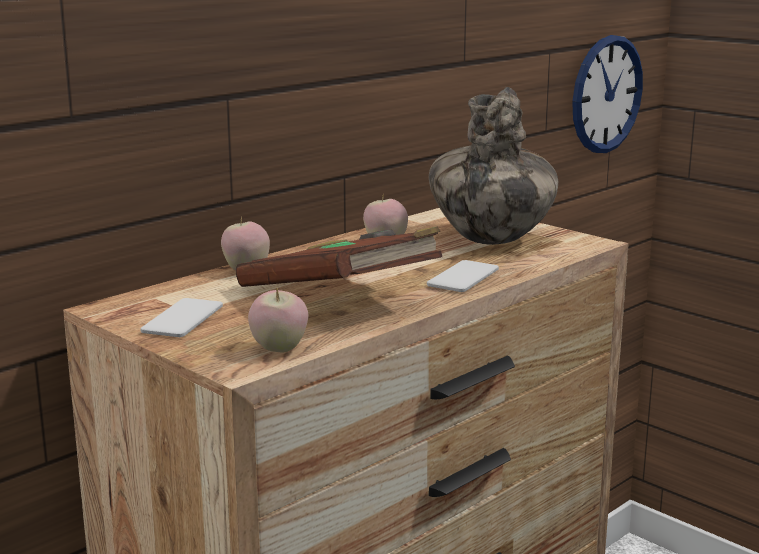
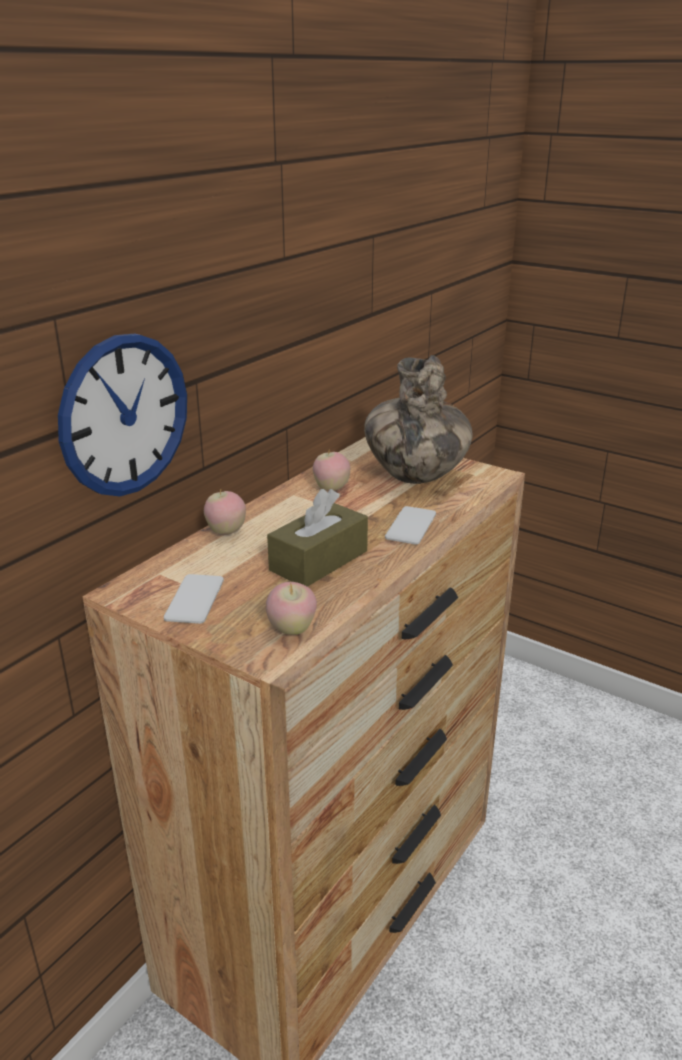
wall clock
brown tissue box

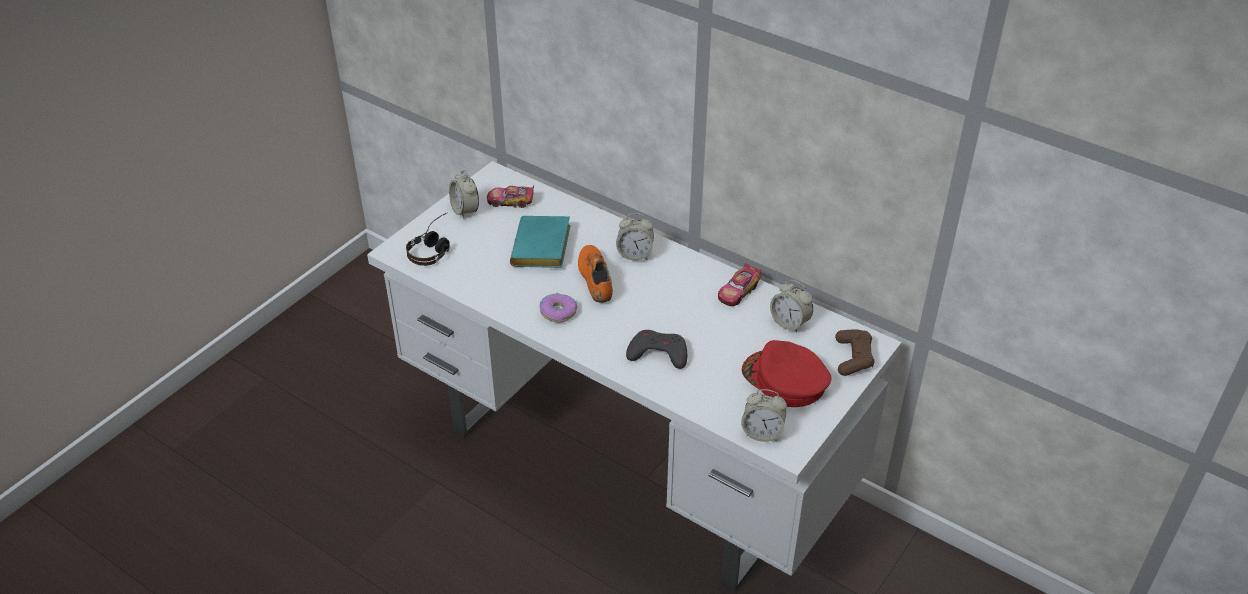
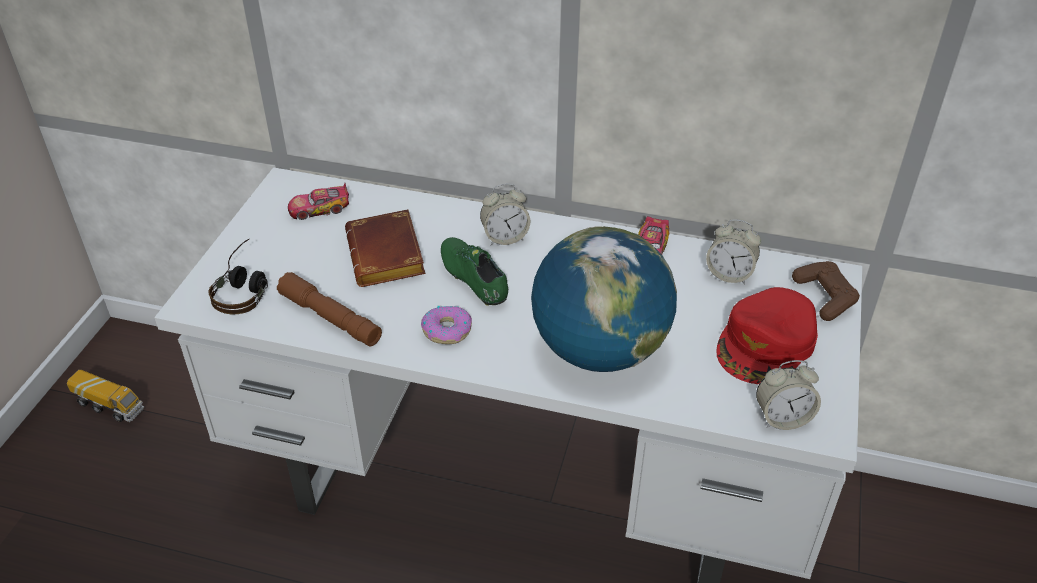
toy truck
brown flashlight
brown book
green shoe
globe
red cap
alarm clock (no. 1 from left in the first image)

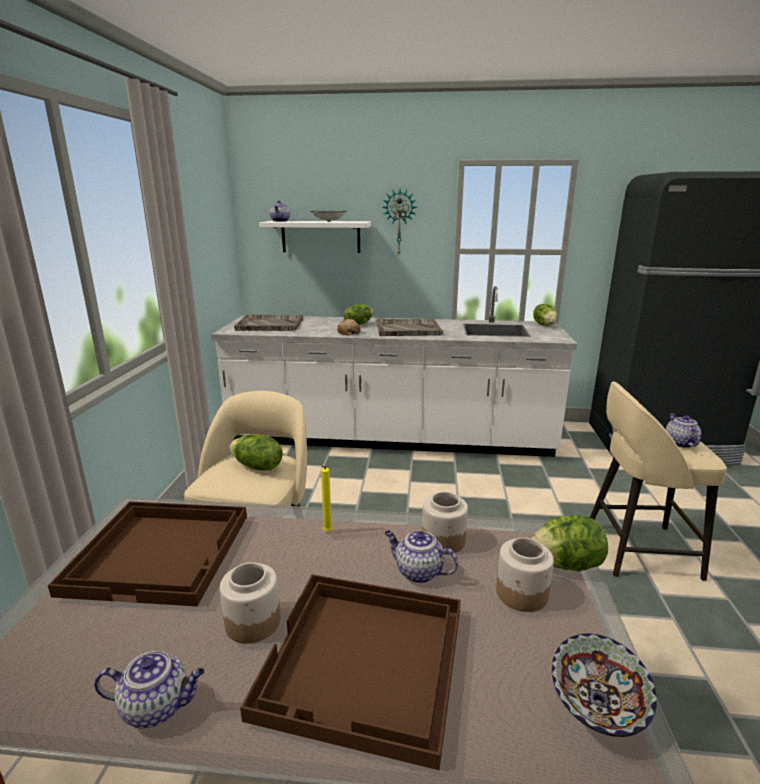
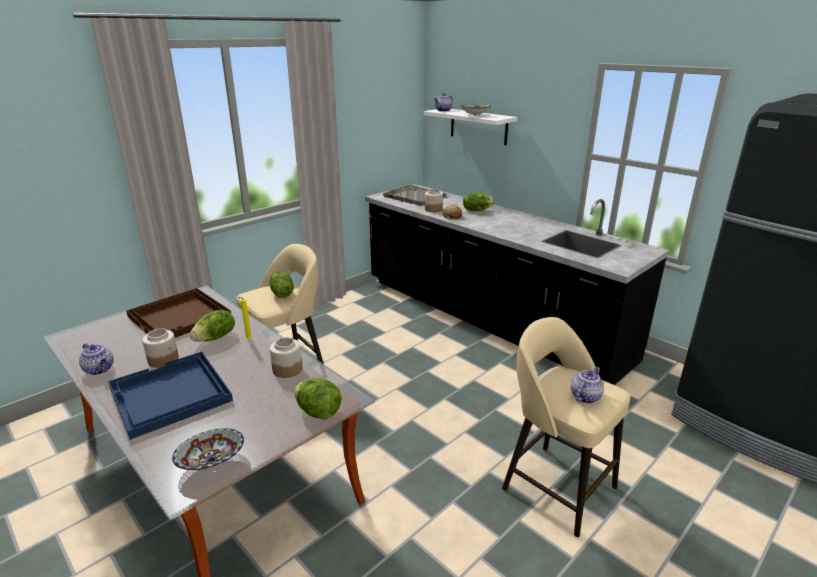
blue tray
lettuce (no. 1 from left)
black counter
jar (no. 3 from left)
grey tray (no. 2 from left in the first image)
wall clock
teapot (no. 3 from left in the first image)

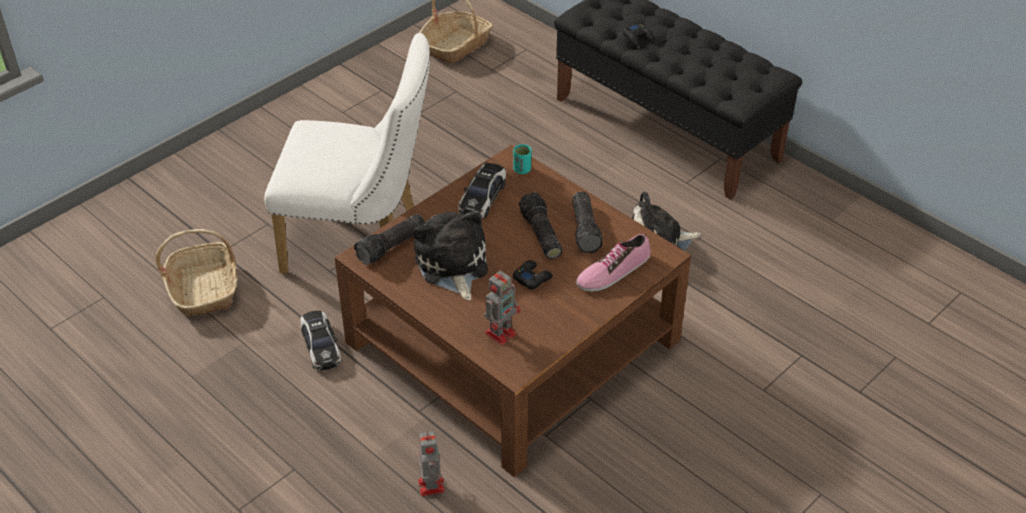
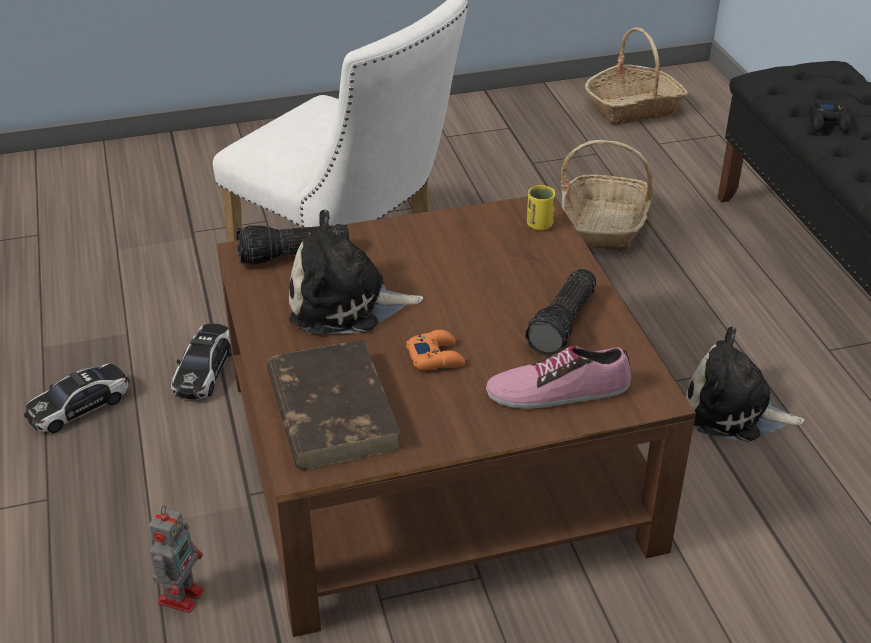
toy car (no. 1 from left)
brown book
plush toy (no. 1 from left)
orange game controller
yellow cup
basket (no. 1 from left)
flashlight (no. 2 from left in the first image)

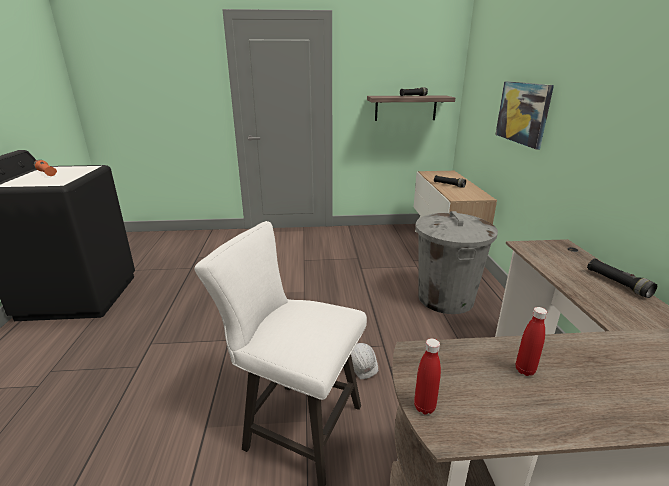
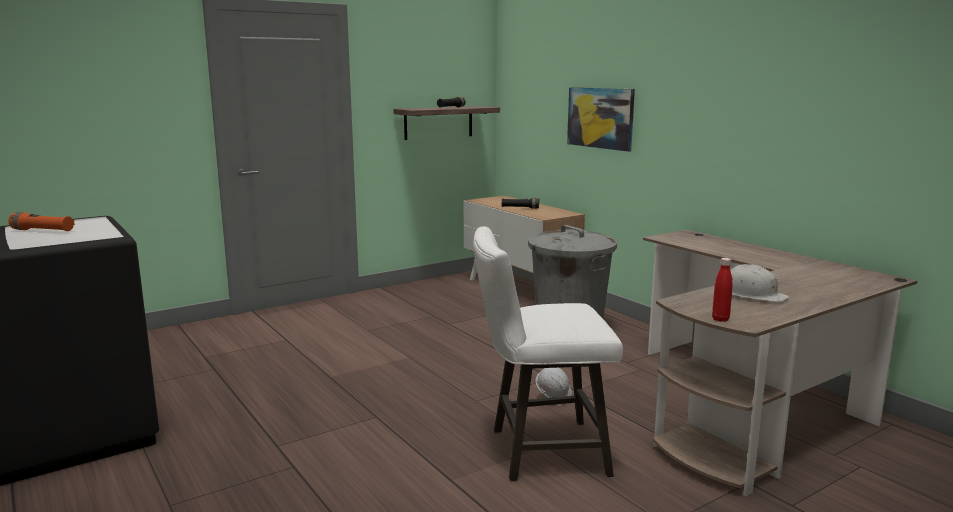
white hard hat (no. 2 from left)
black flashlight (no. 3 from left in the first image)

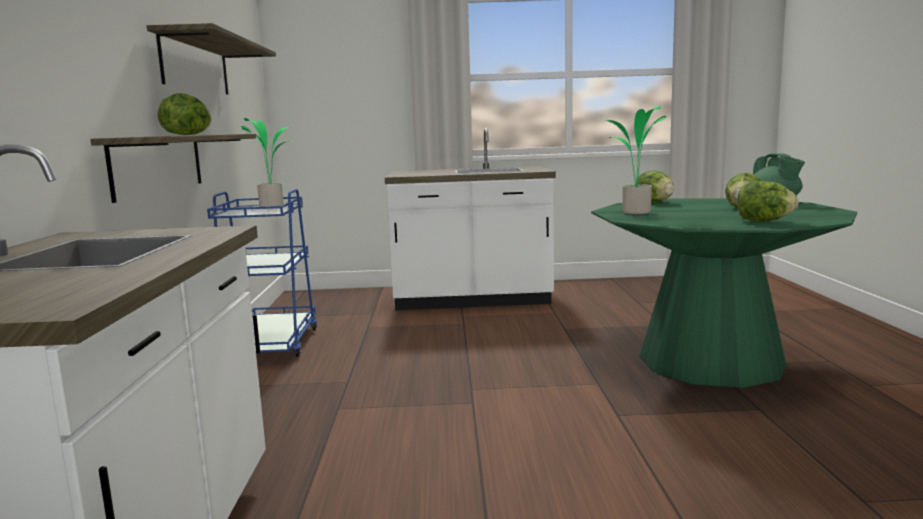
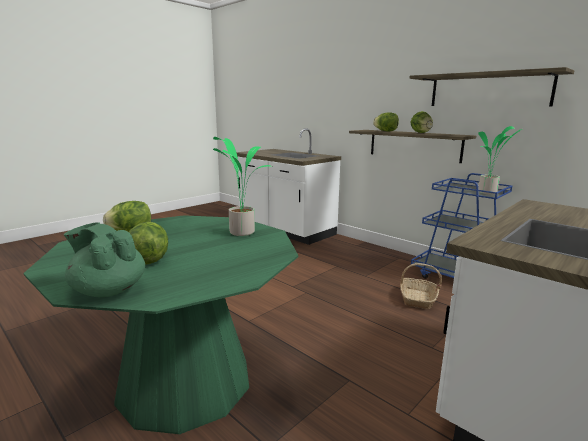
lettuce (no. 3 from left)
basket

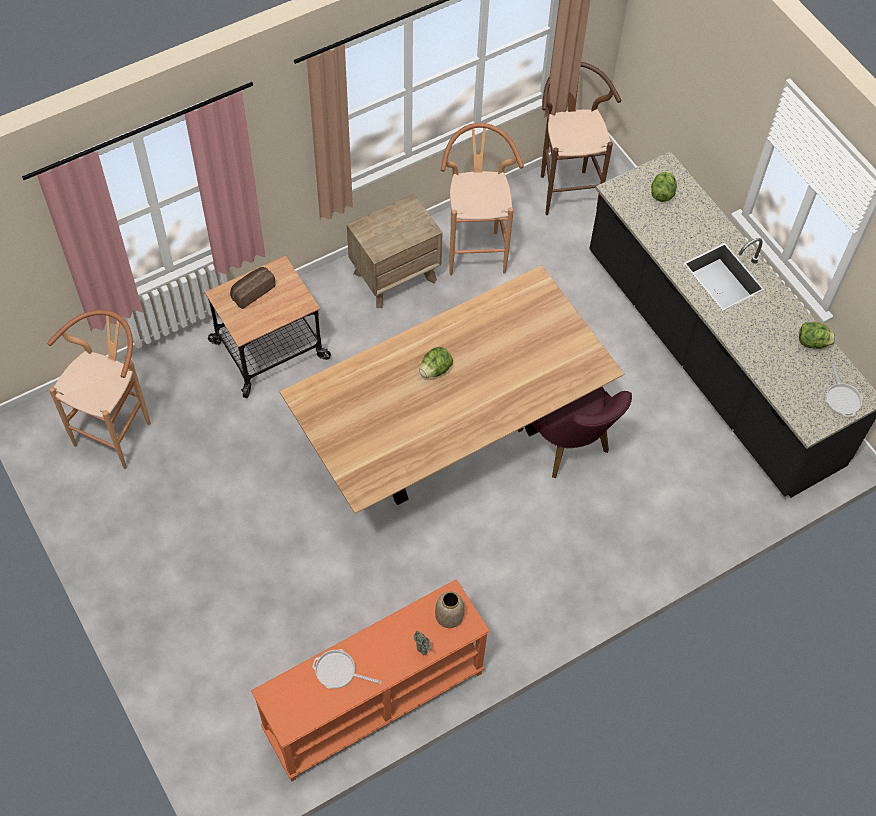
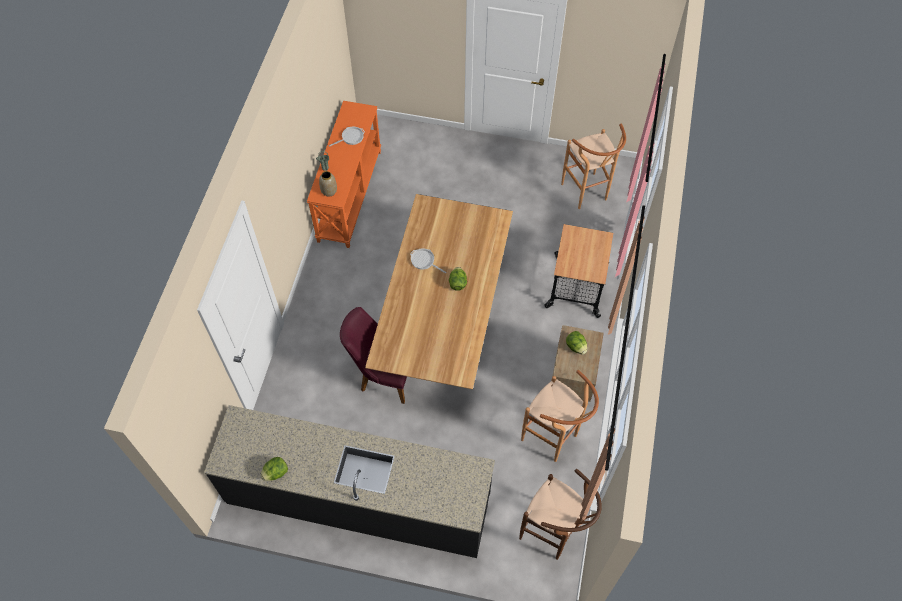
frying pan (no. 2 from left)
lettuce (no. 3 from left)
bread

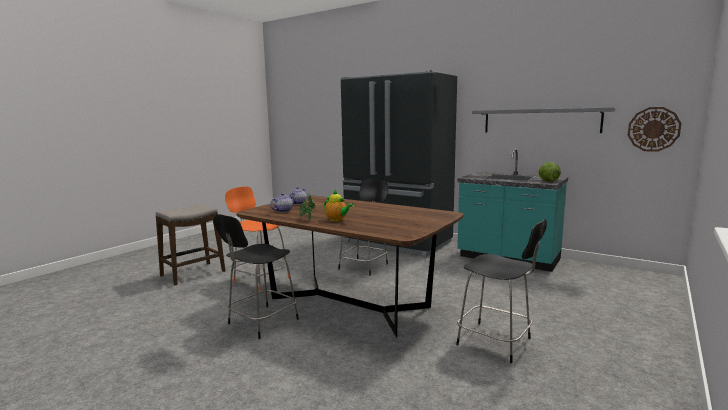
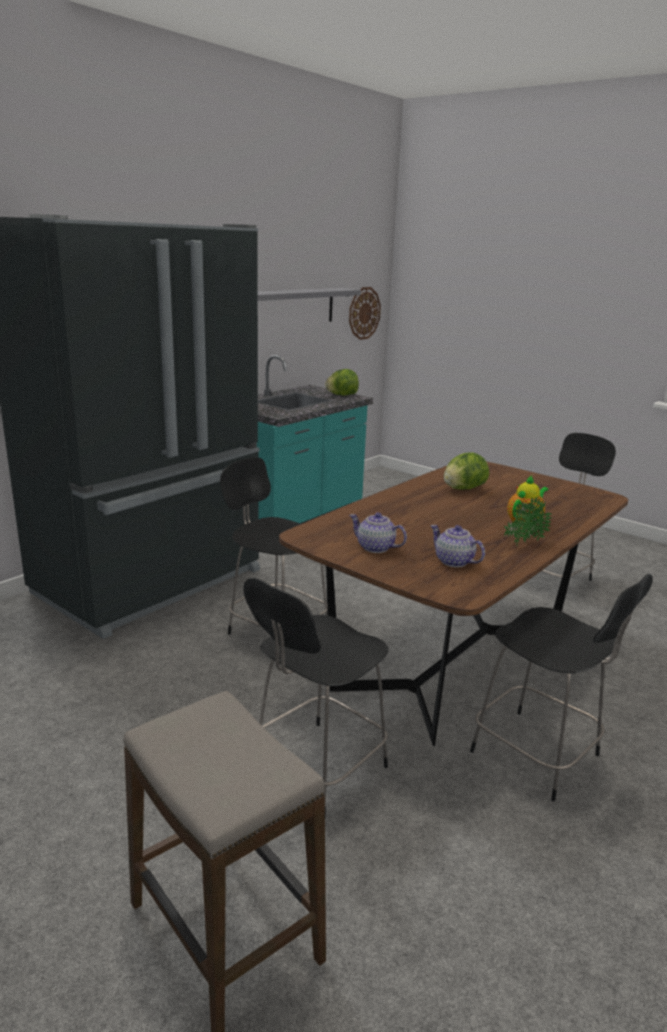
black chair (no. 2 from left)
lettuce (no. 2 from left)

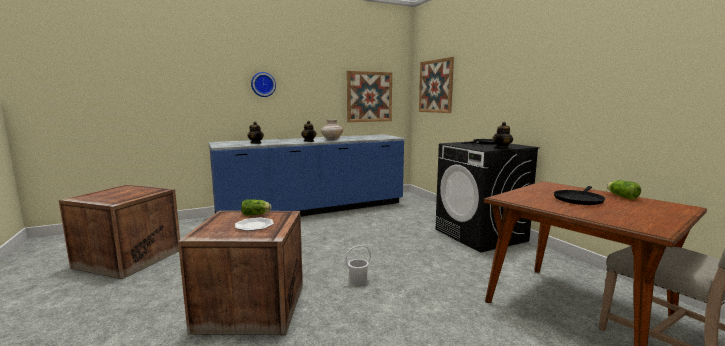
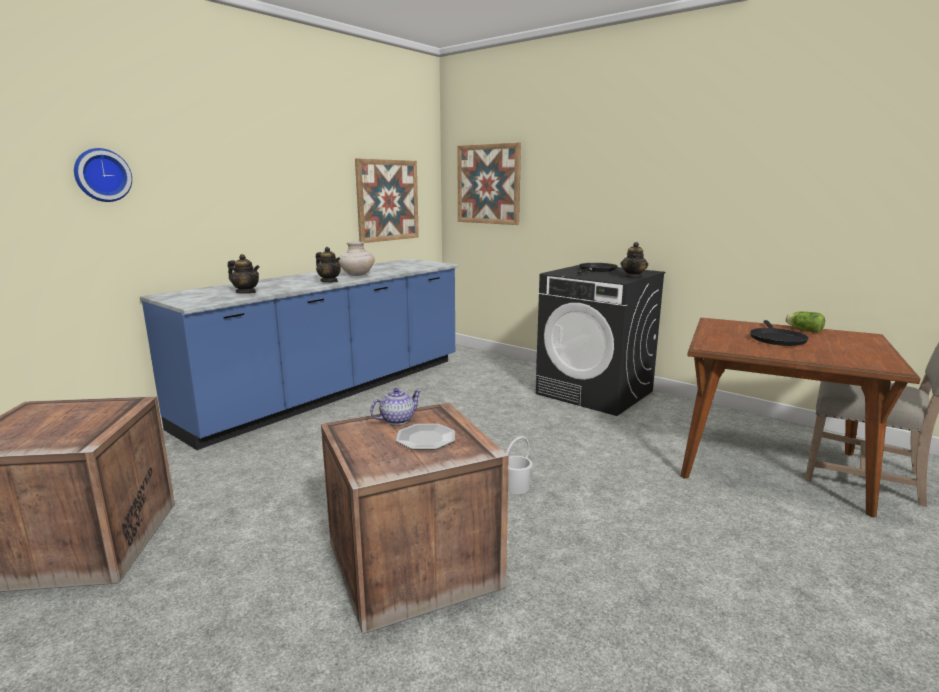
wall clock
teapot (no. 3 from left)

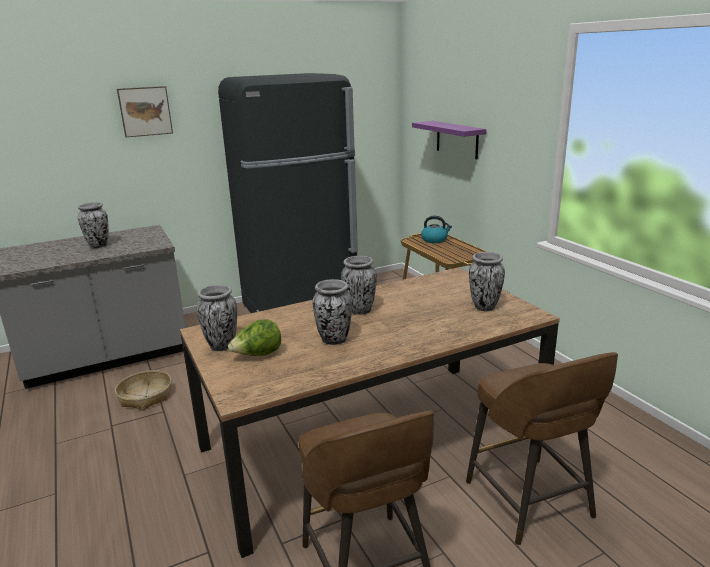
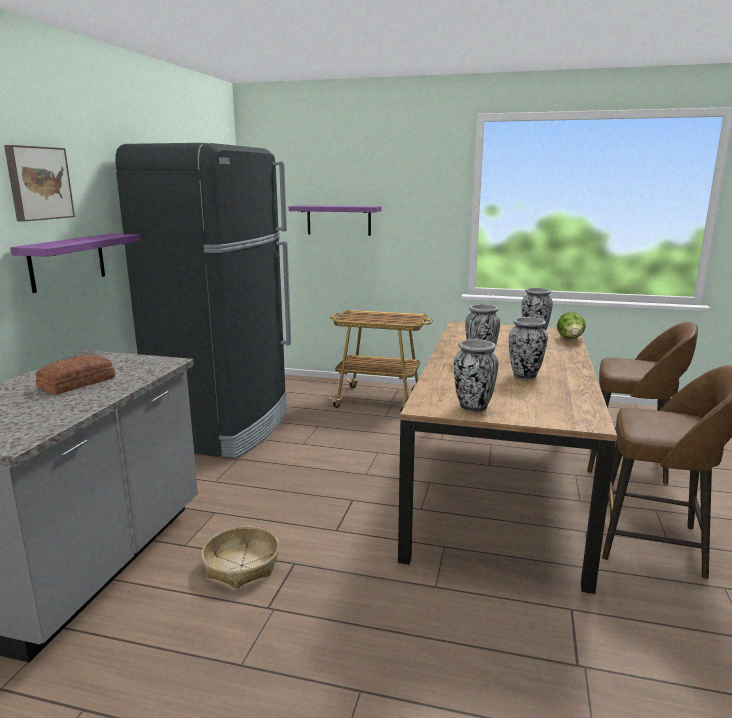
purple shelf (no. 1 from left)
bread
lettuce
kettle

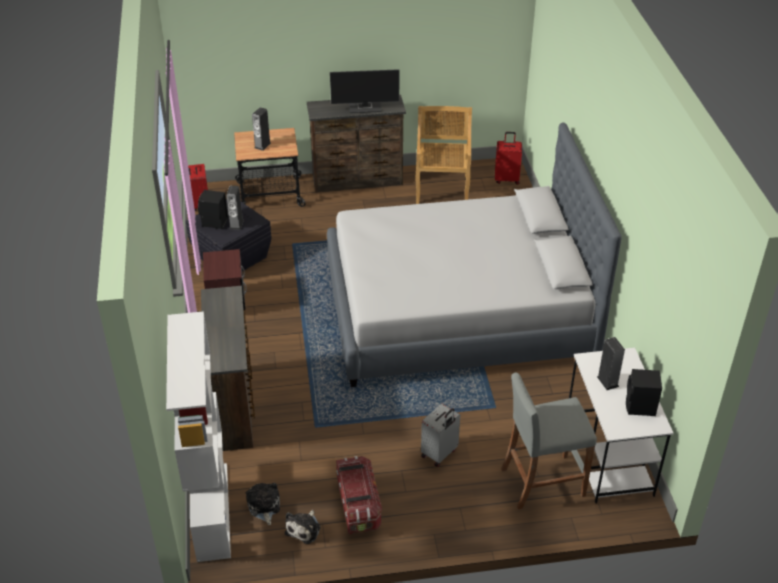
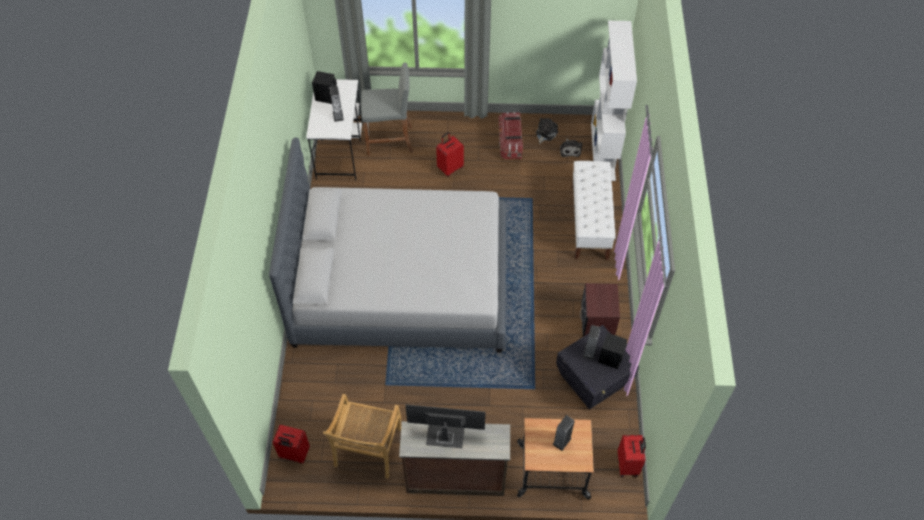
red suitcase (no. 2 from left)
white bench

